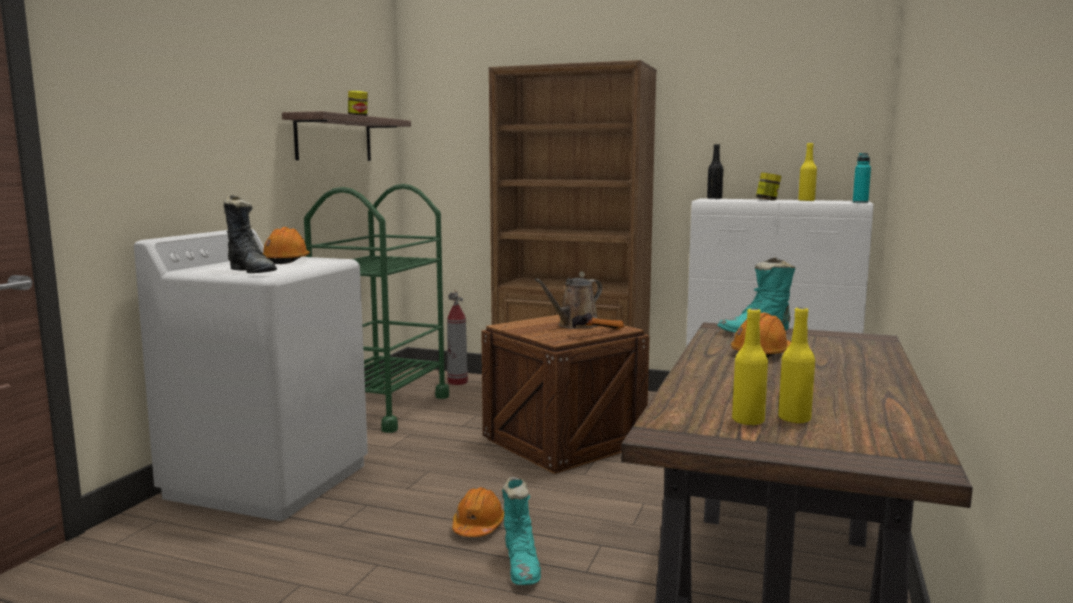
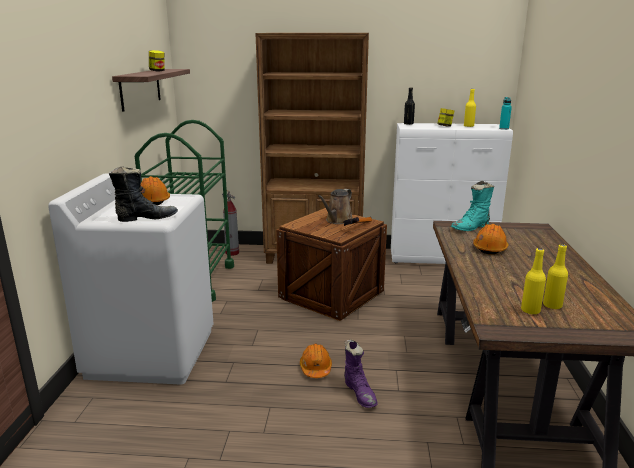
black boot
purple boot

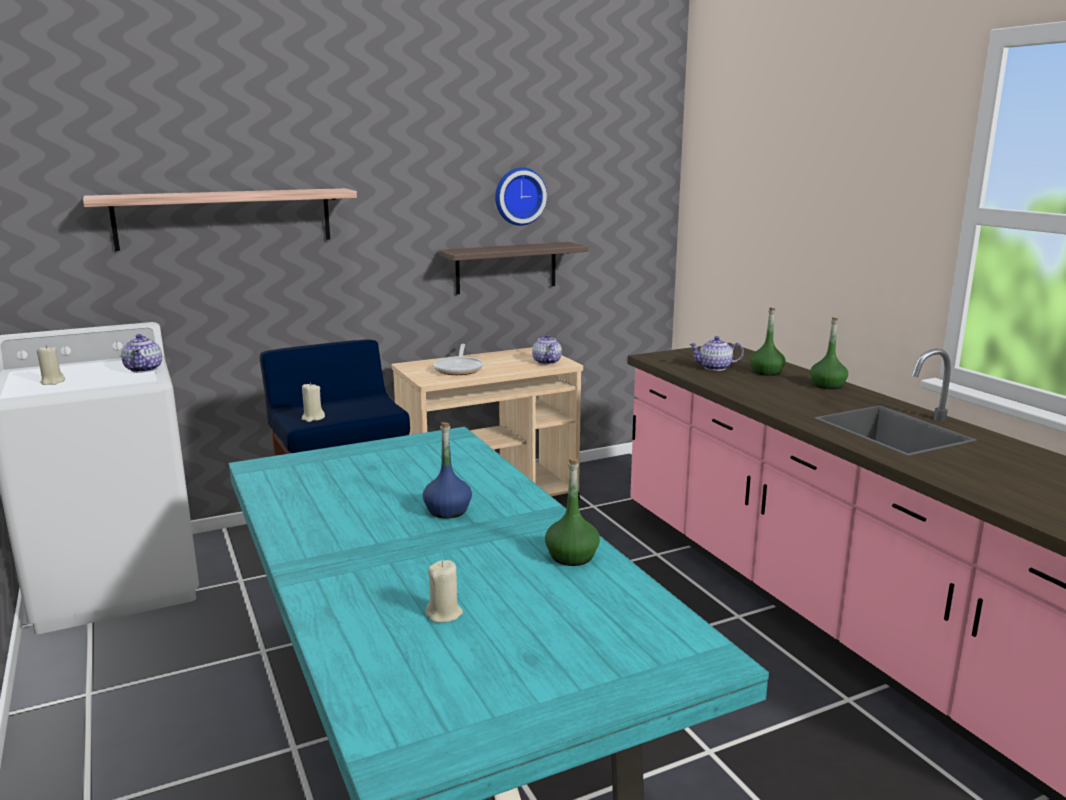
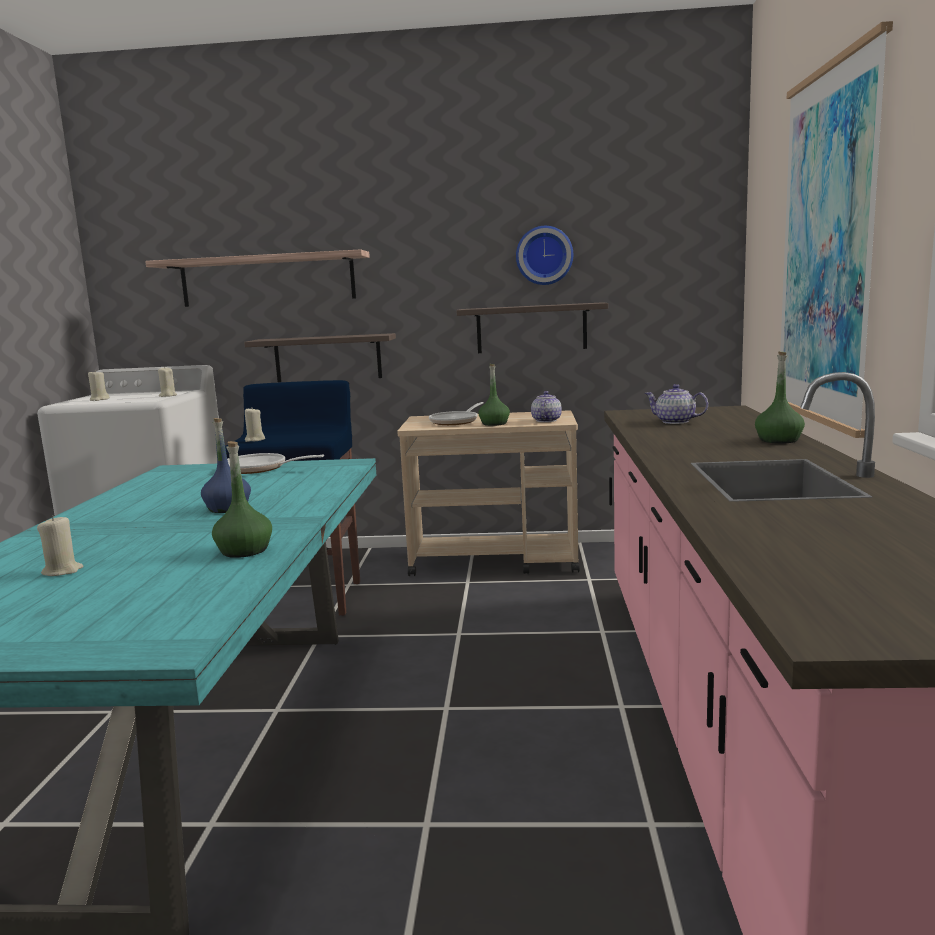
beige candle (no. 3 from left)
frying pan (no. 1 from left)
shelf (no. 2 from left)
green bottle (no. 2 from left)
picture

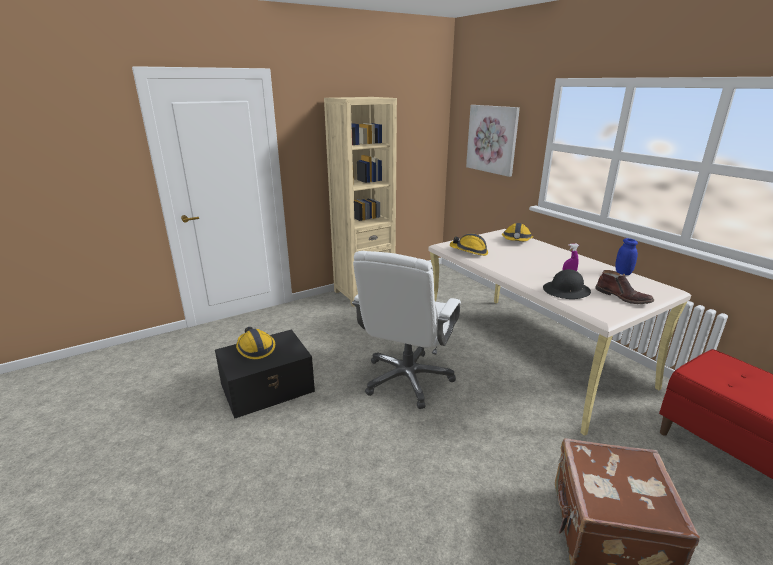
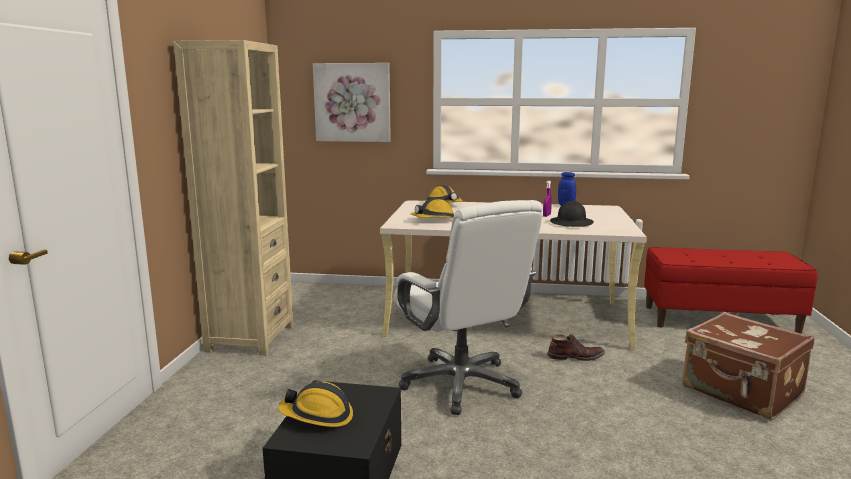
brown boot

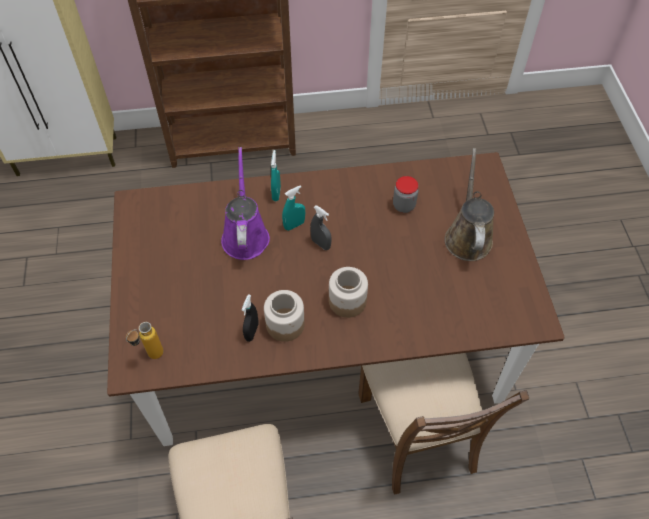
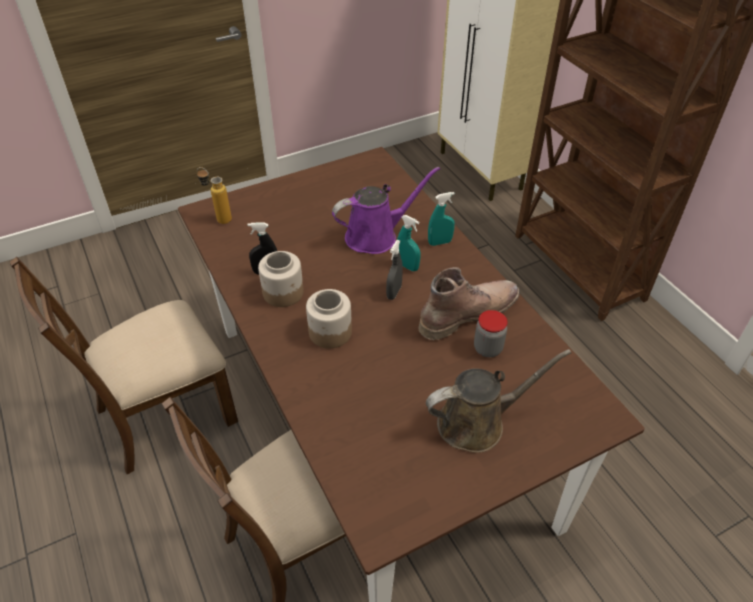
brown boot

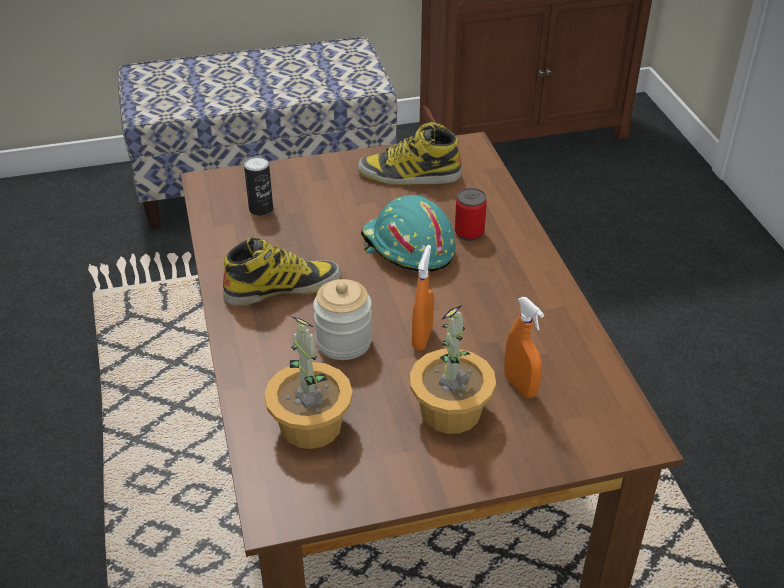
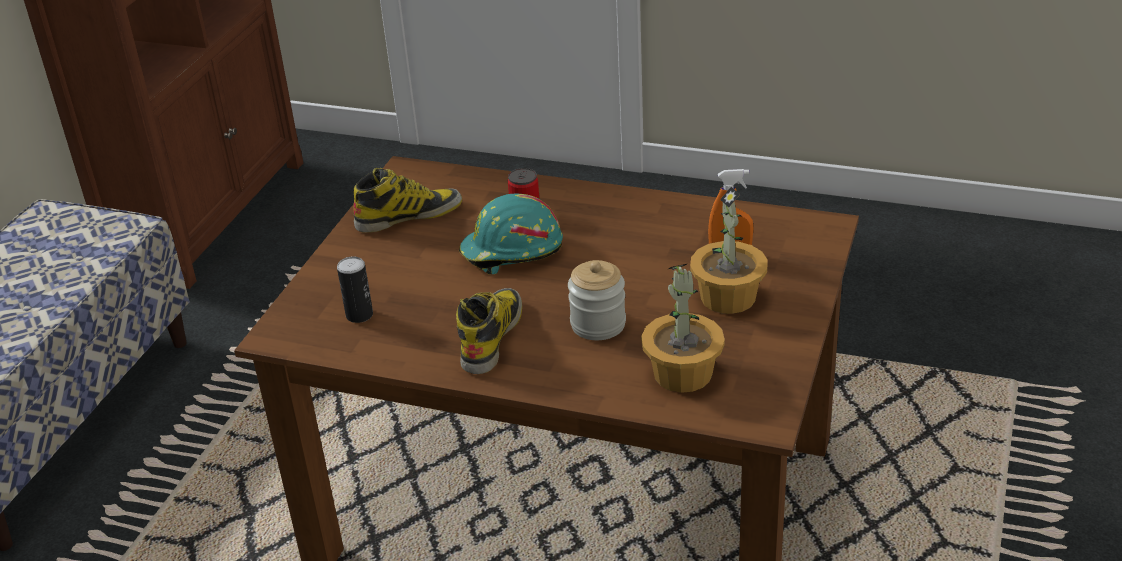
boot (no. 1 from left)
orange spray bottle (no. 1 from left in the first image)

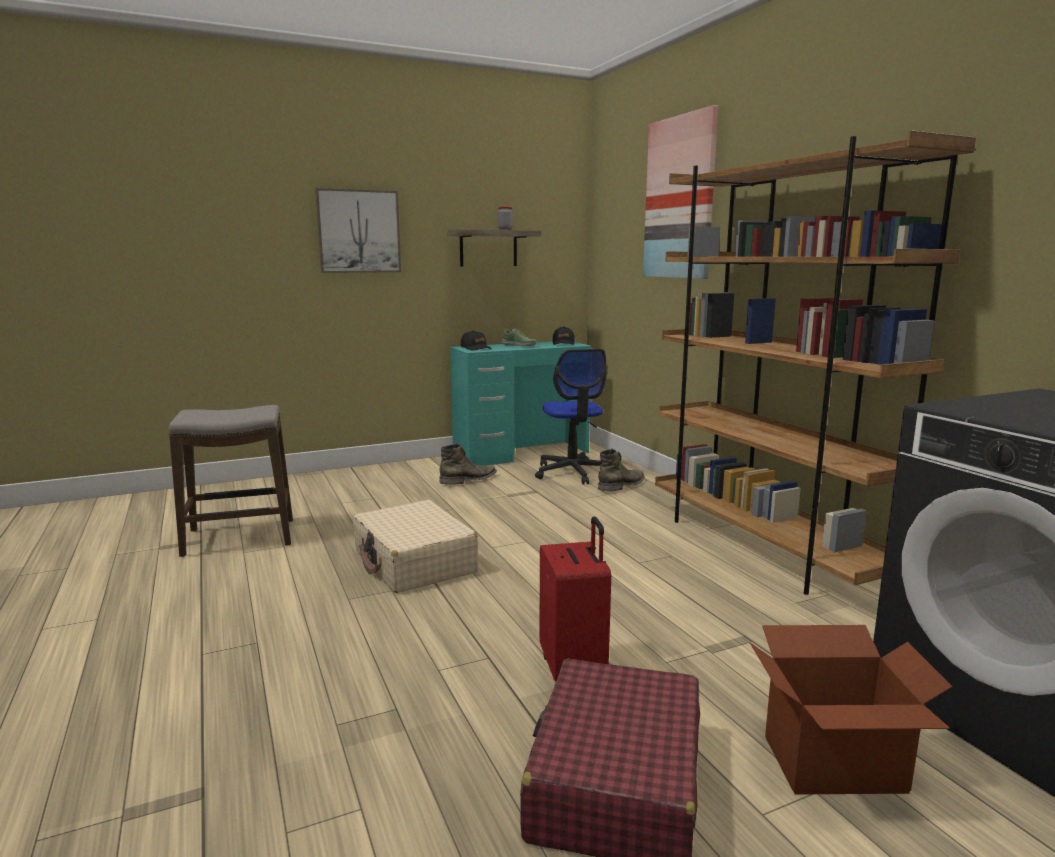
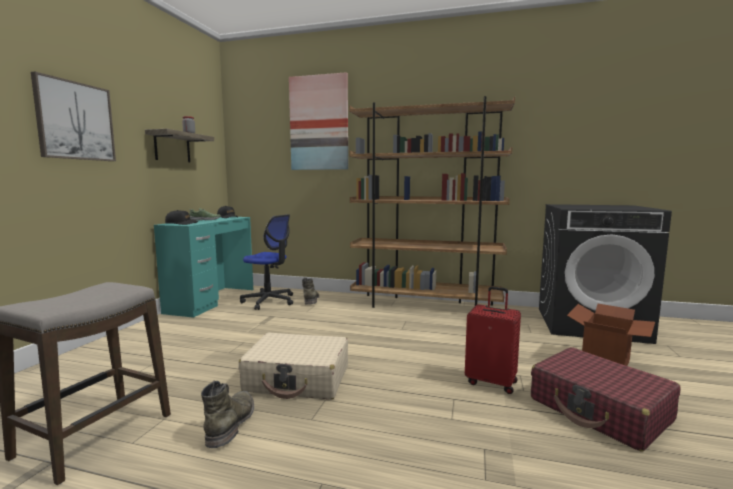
green boot (no. 1 from left)

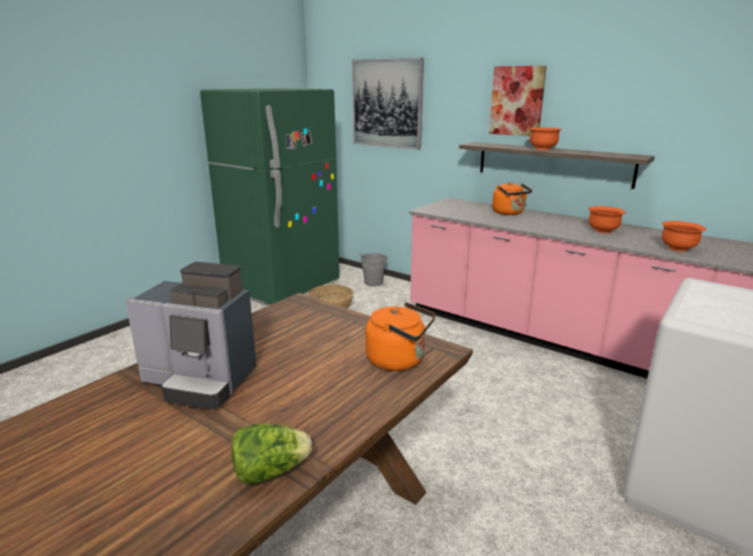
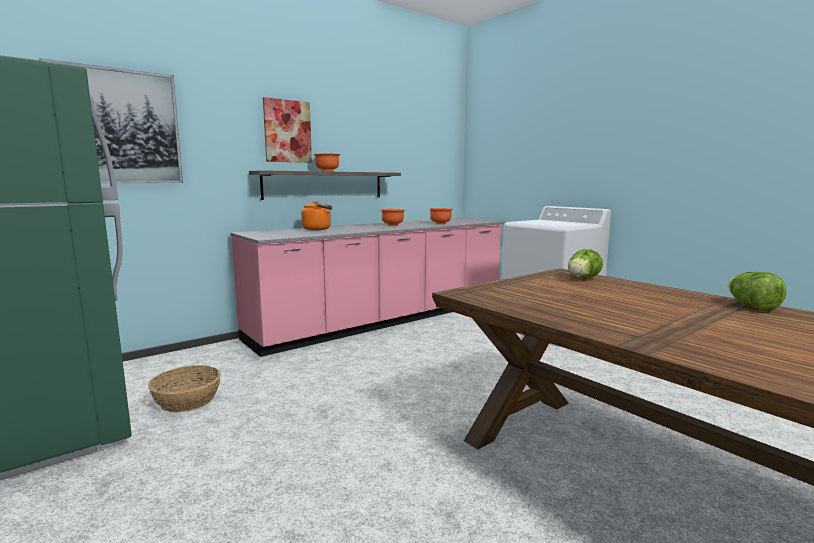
lettuce (no. 1 from left)
coffee machine
grey bucket

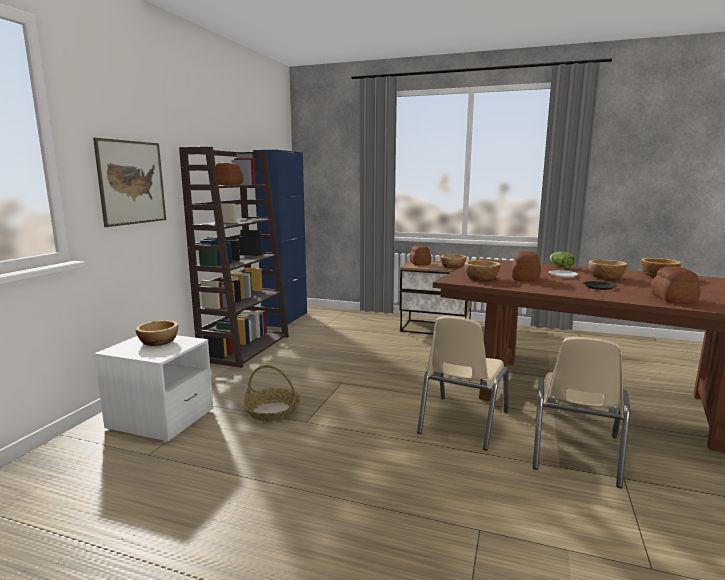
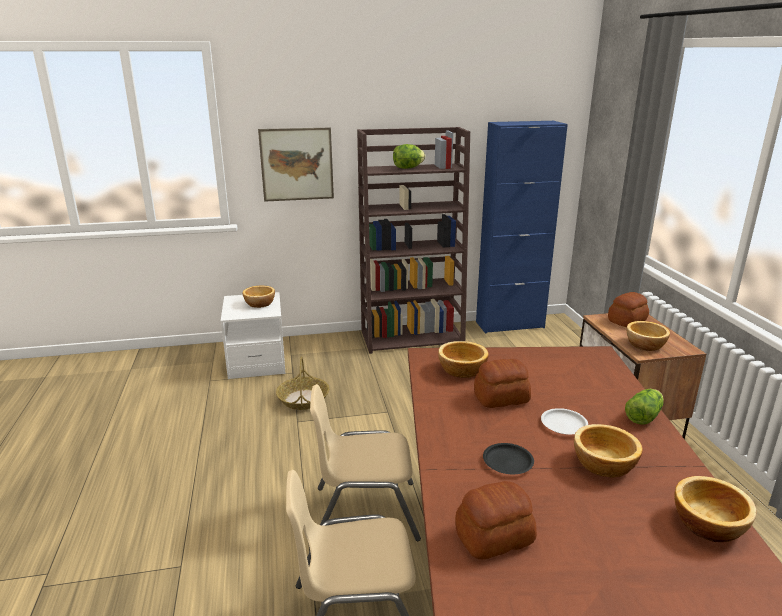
lettuce (no. 1 from left)

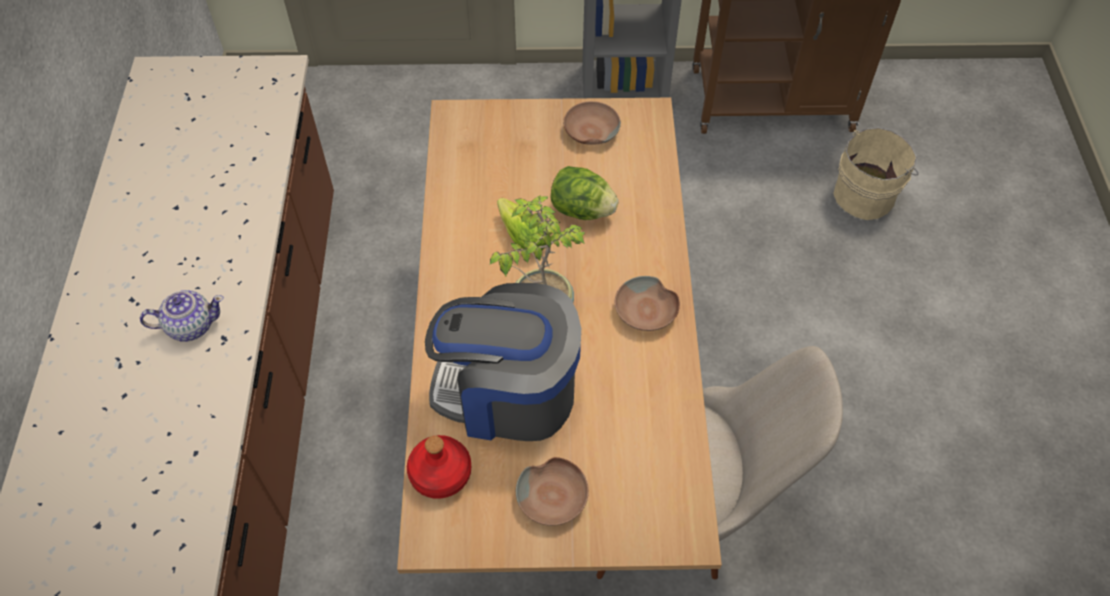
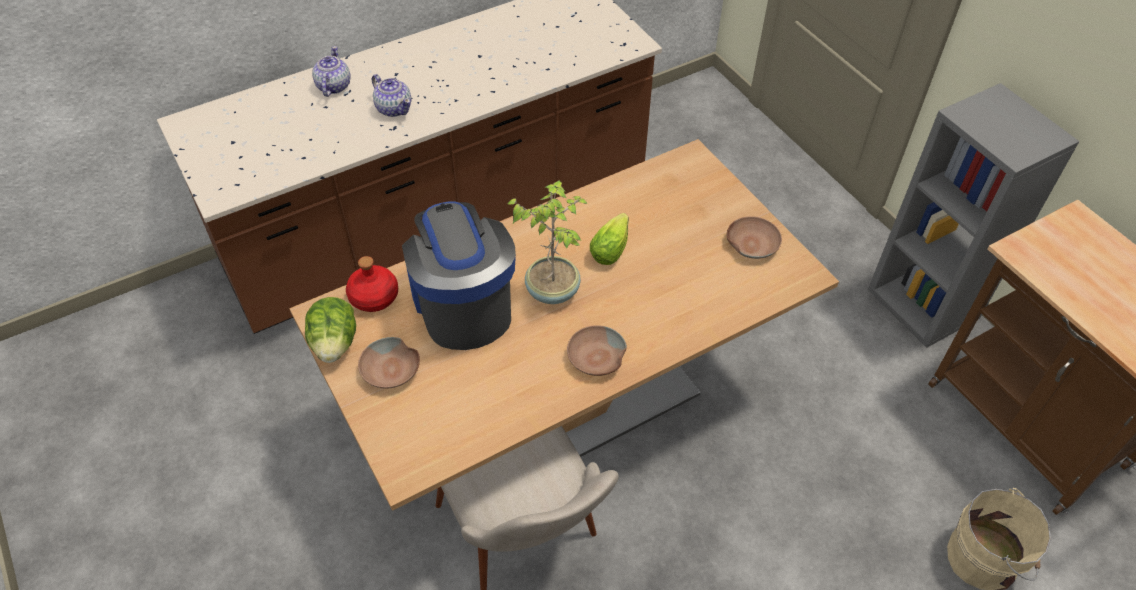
lettuce (no. 1 from left)
teapot (no. 1 from left)

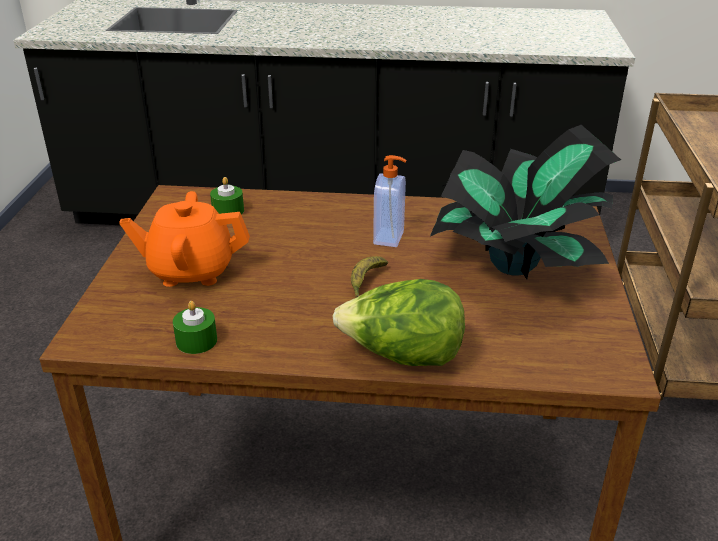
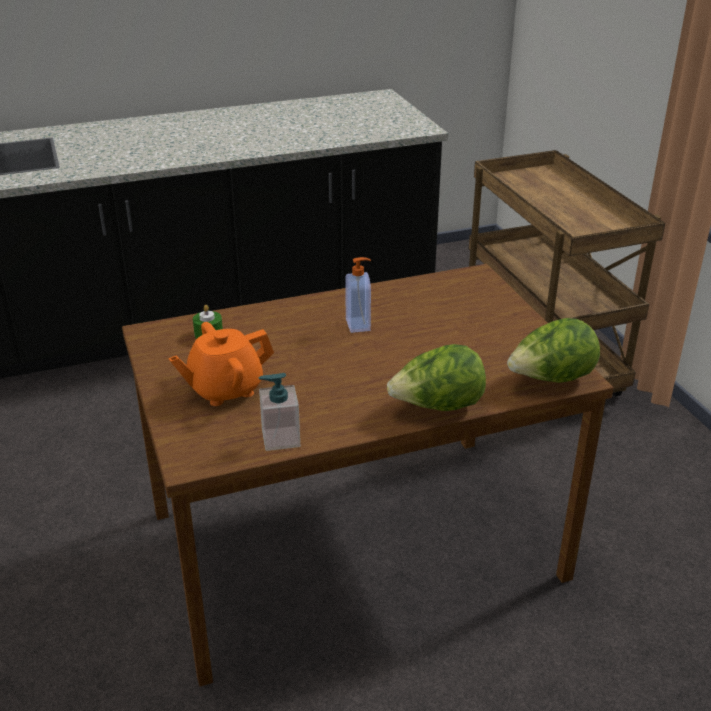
soap dispenser (no. 1 from left)
lettuce (no. 2 from left)
banana
potted plant

